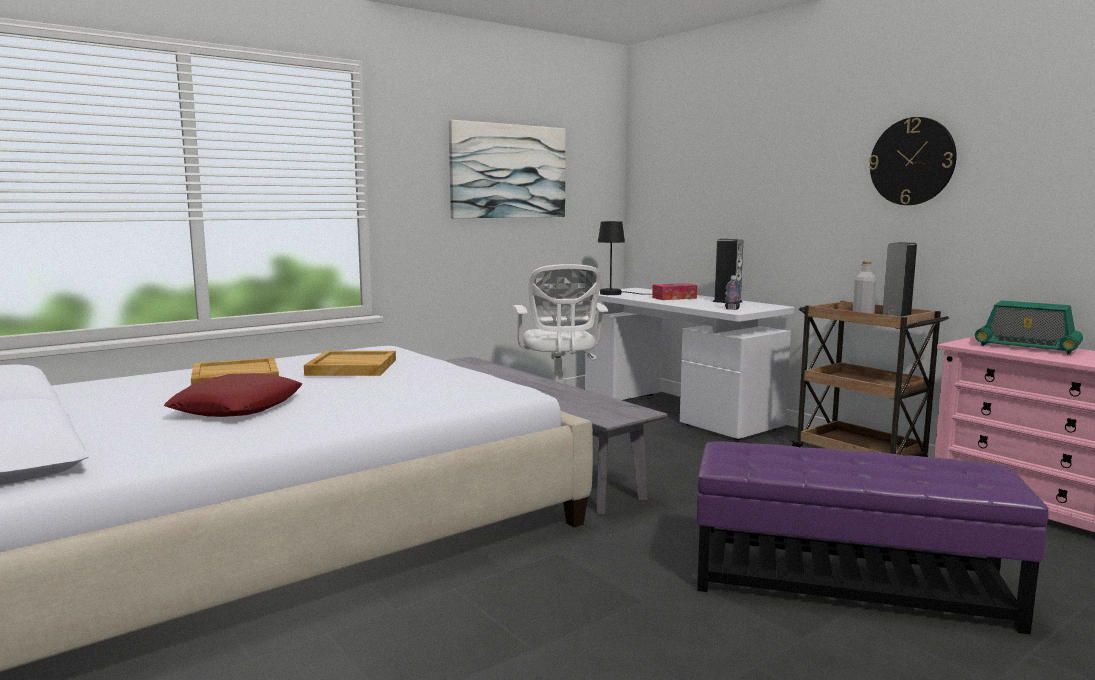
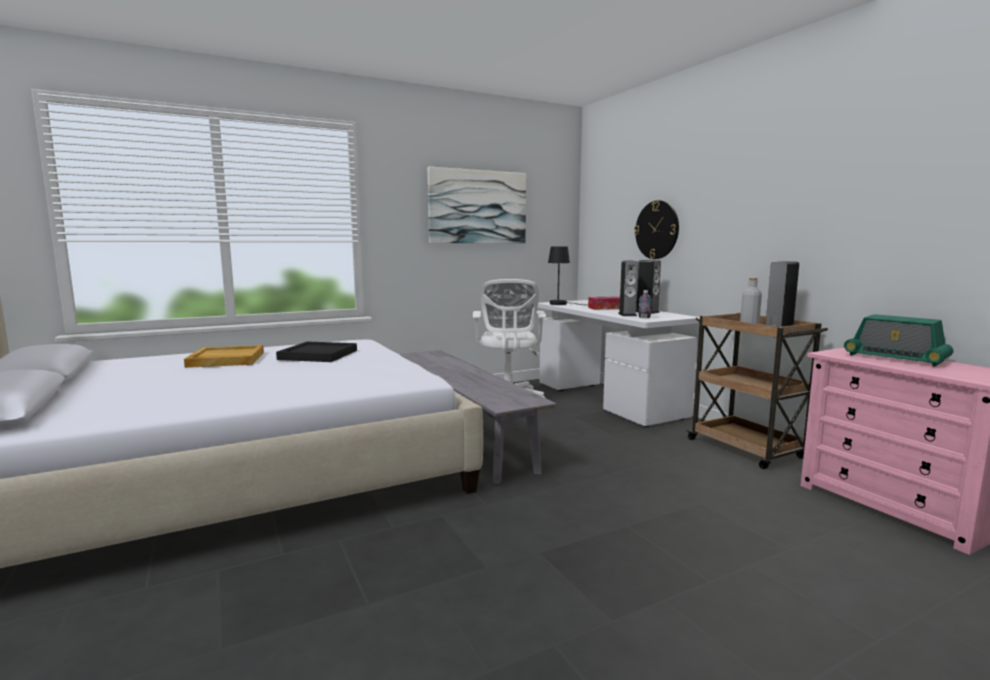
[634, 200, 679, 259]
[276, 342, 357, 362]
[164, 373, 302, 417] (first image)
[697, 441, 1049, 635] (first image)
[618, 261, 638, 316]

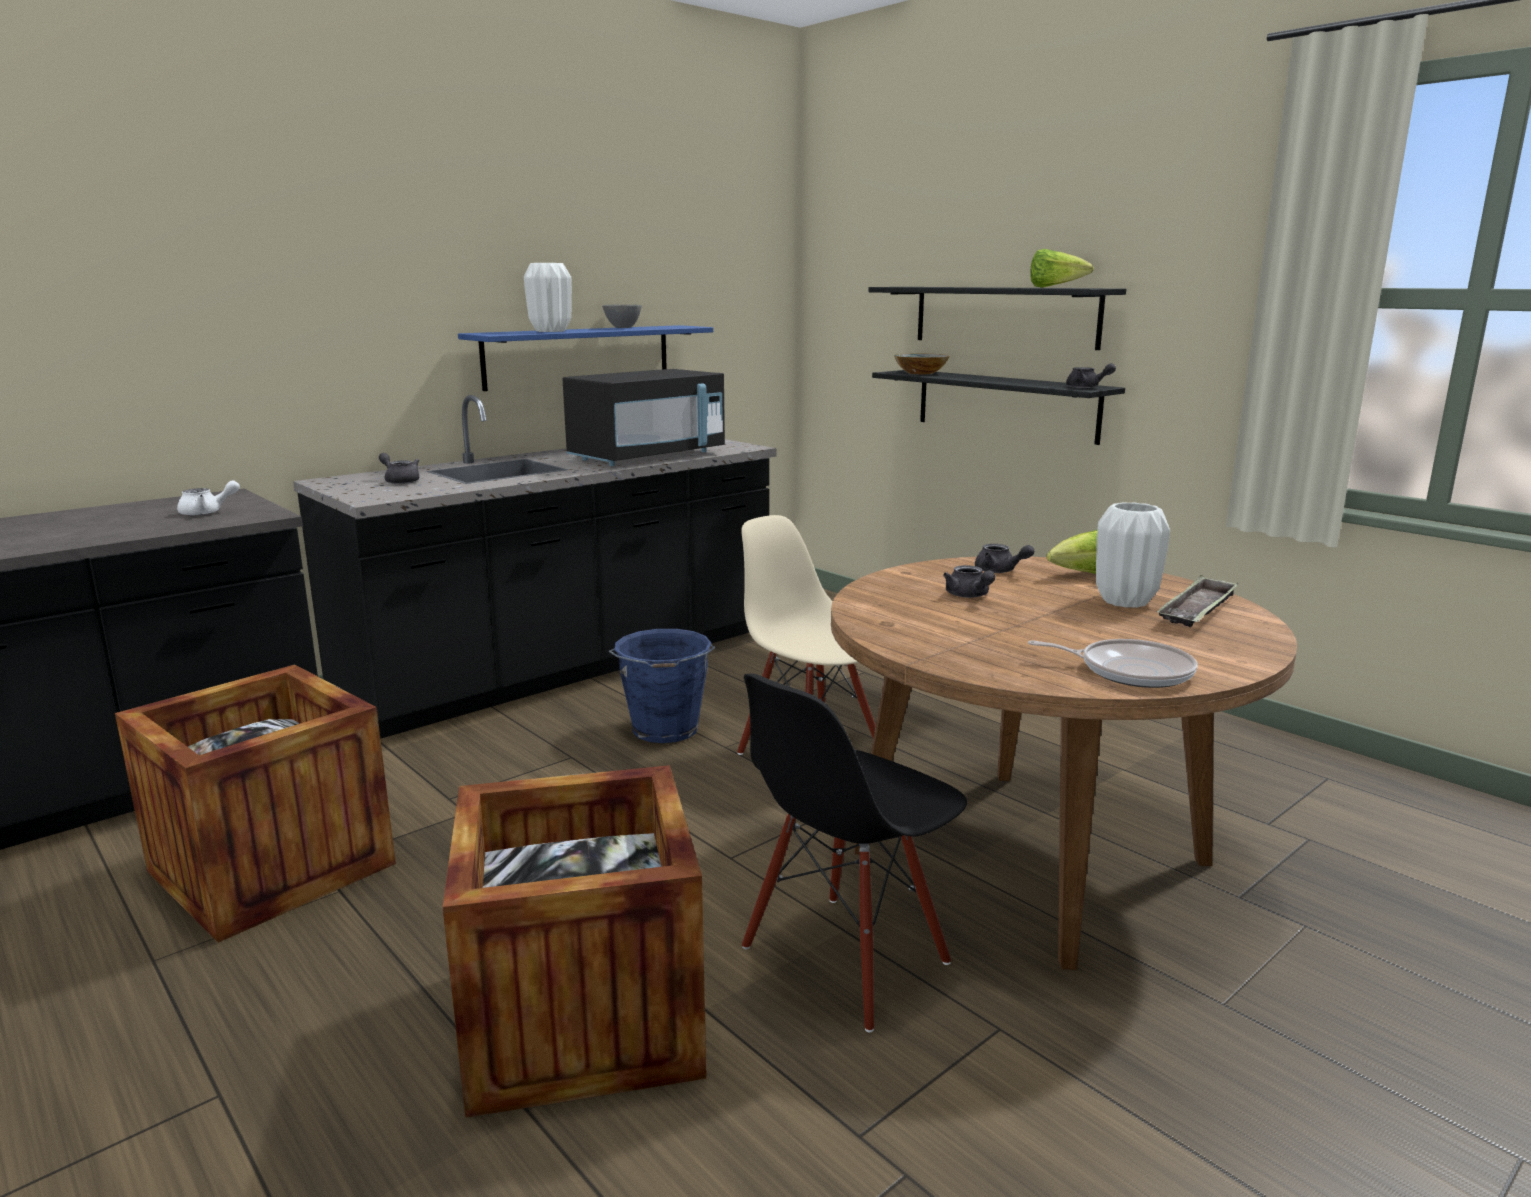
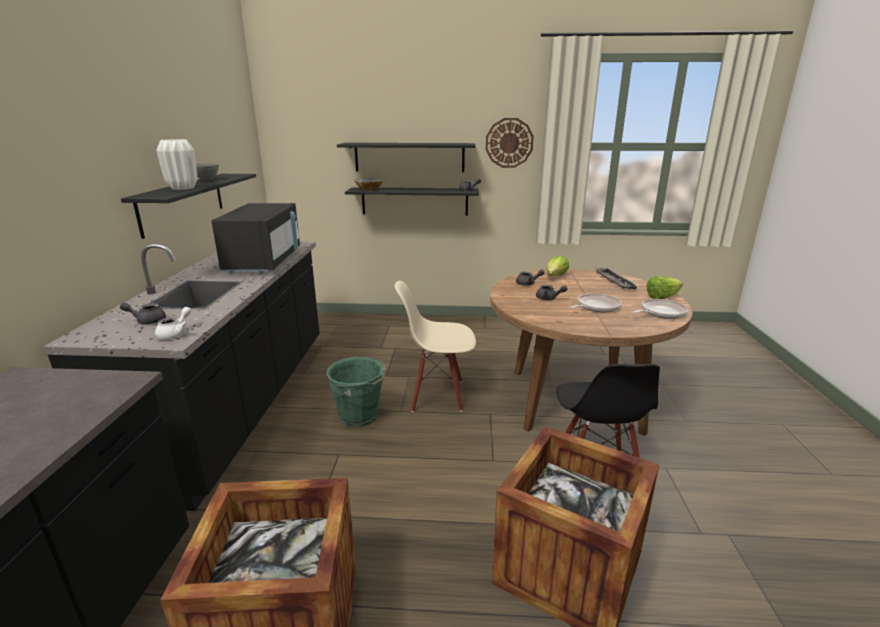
[646, 276, 683, 299]
[121, 174, 256, 239]
[155, 307, 191, 339]
[1096, 502, 1170, 608] (first image)
[326, 357, 385, 427]
[486, 118, 534, 168]
[569, 293, 621, 313]

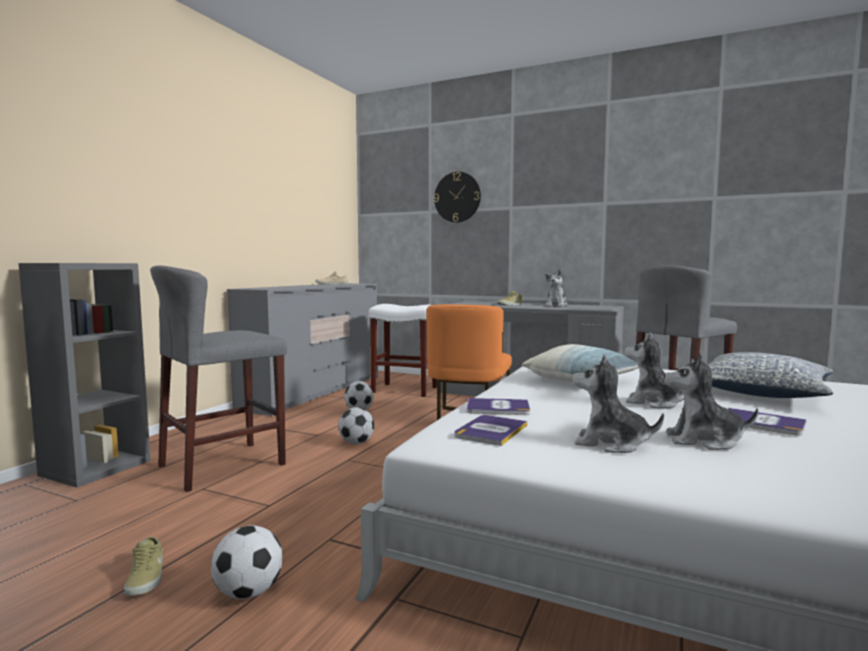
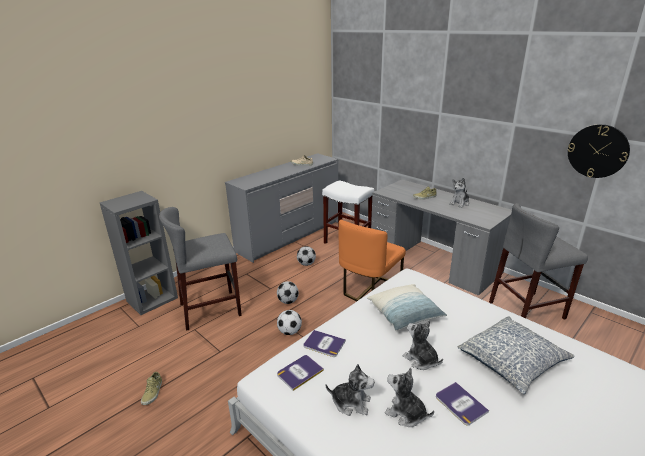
[568, 124, 630, 178]
[325, 364, 374, 416]
[277, 310, 302, 335]

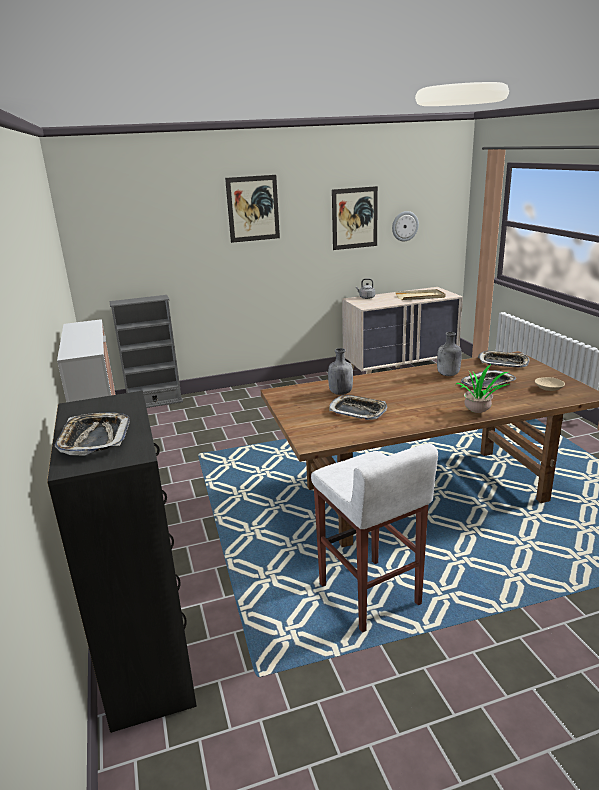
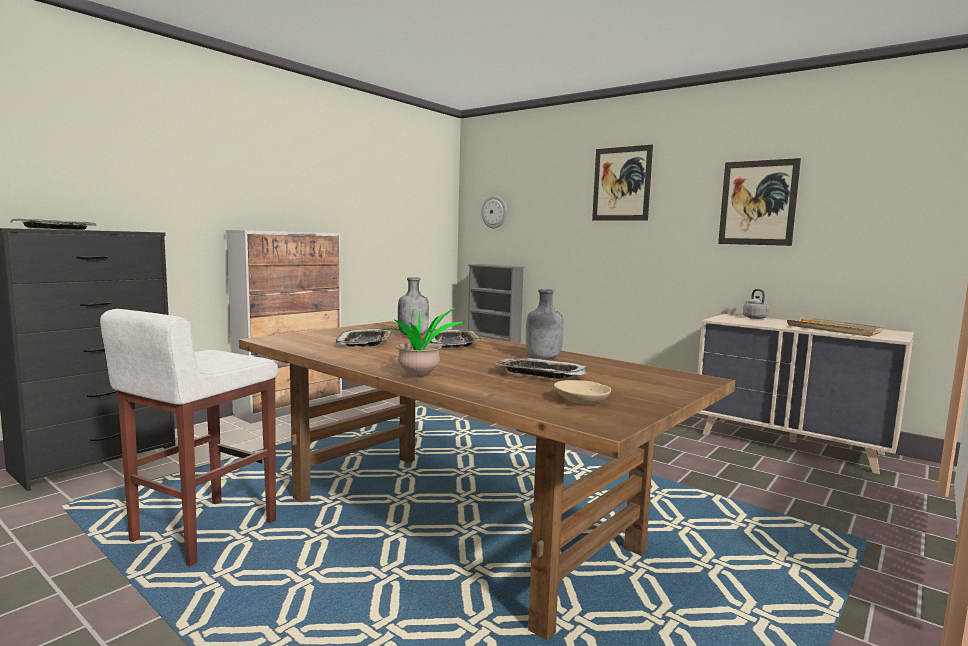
[481, 196, 507, 228]
[425, 329, 483, 348]

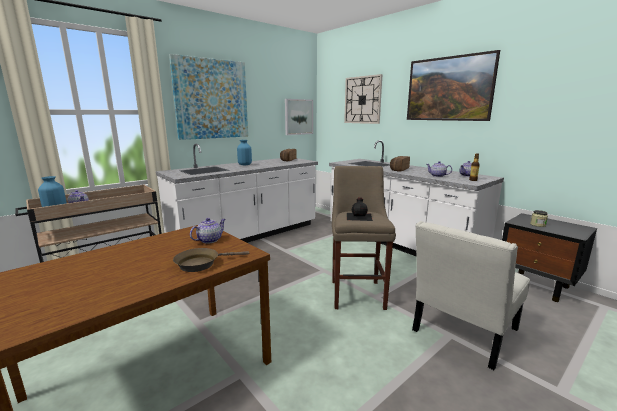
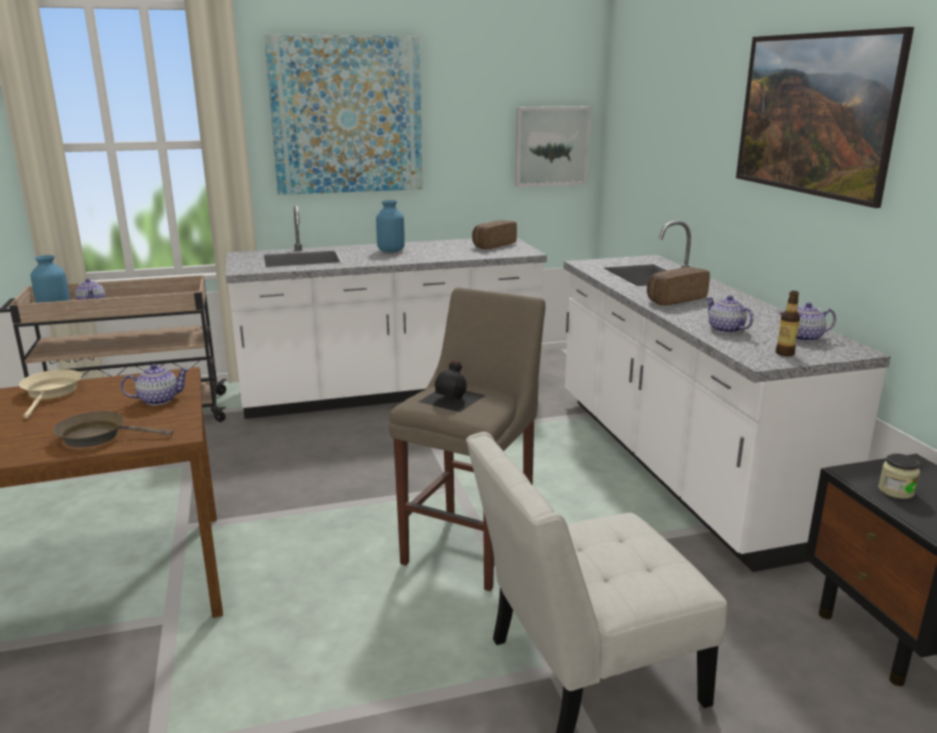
[344, 74, 383, 124] (first image)
[19, 369, 82, 419]

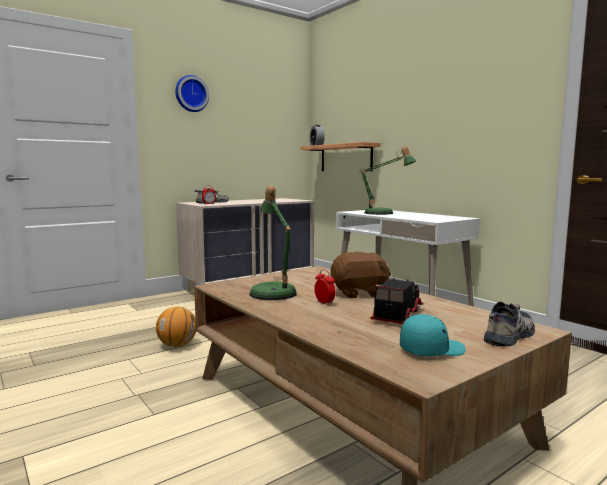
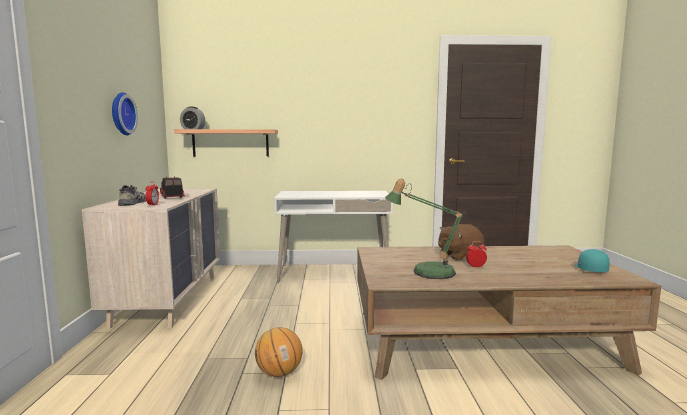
[112, 92, 138, 135]
[359, 146, 416, 215] (first image)
[438, 224, 484, 260]
[159, 177, 185, 199]
[484, 302, 535, 346] (first image)

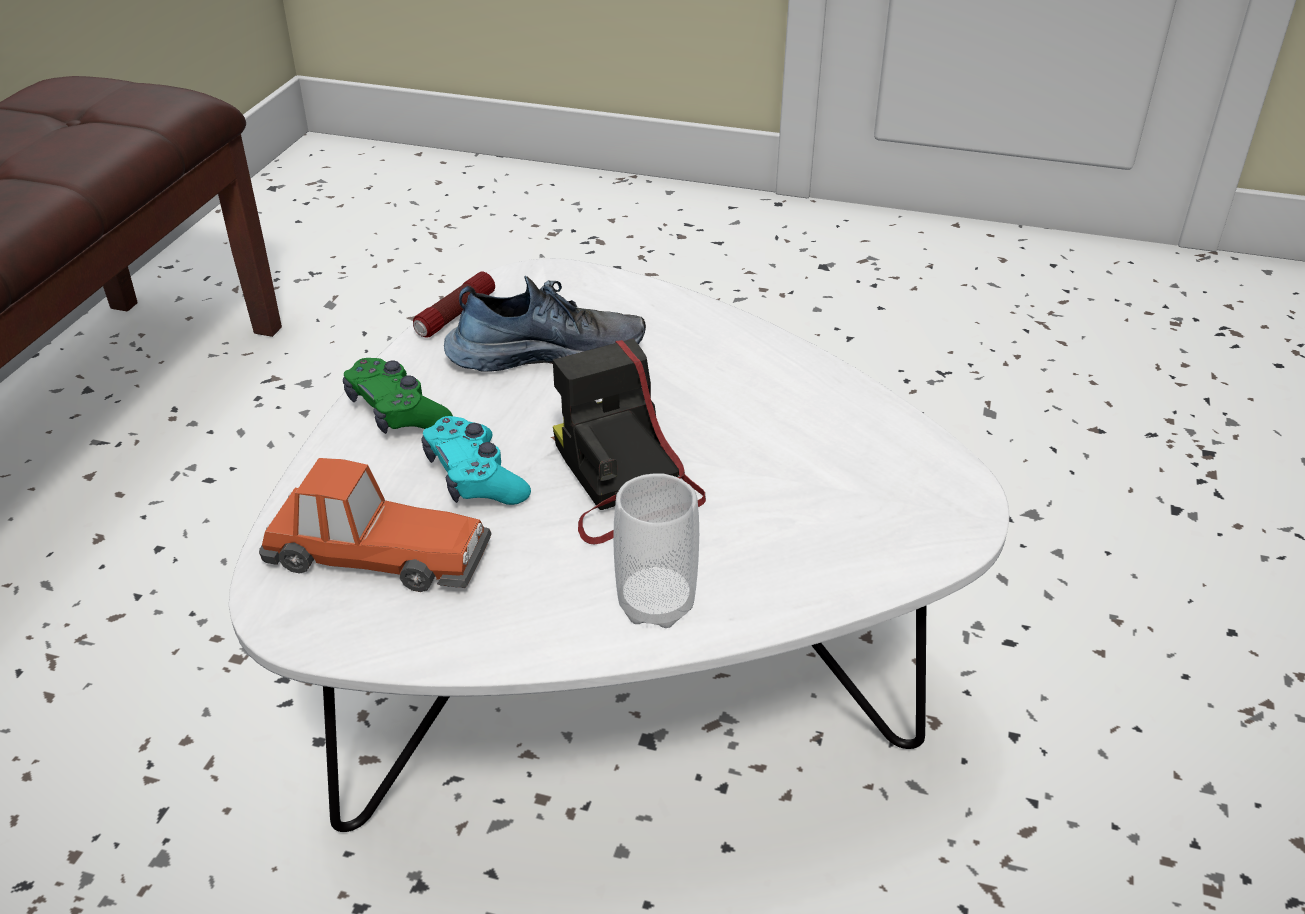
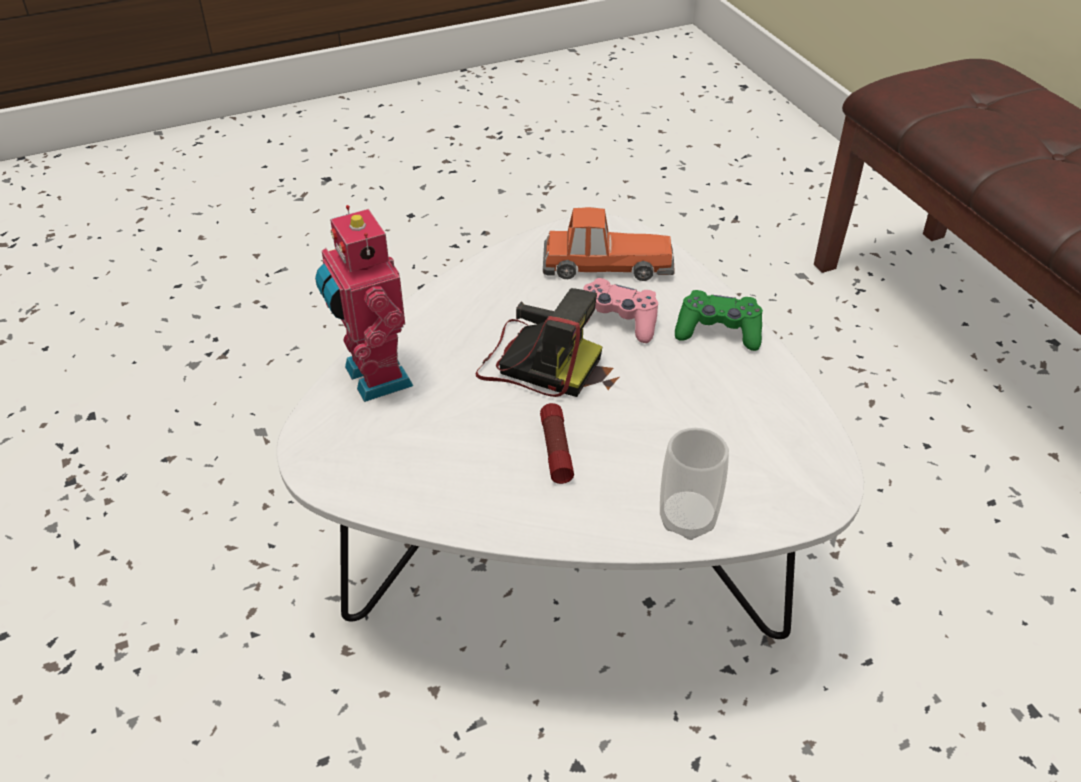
[540, 403, 574, 484]
[444, 276, 646, 372] (first image)
[583, 278, 658, 343]
[543, 207, 675, 281]
[660, 428, 729, 540]
[315, 205, 413, 402]

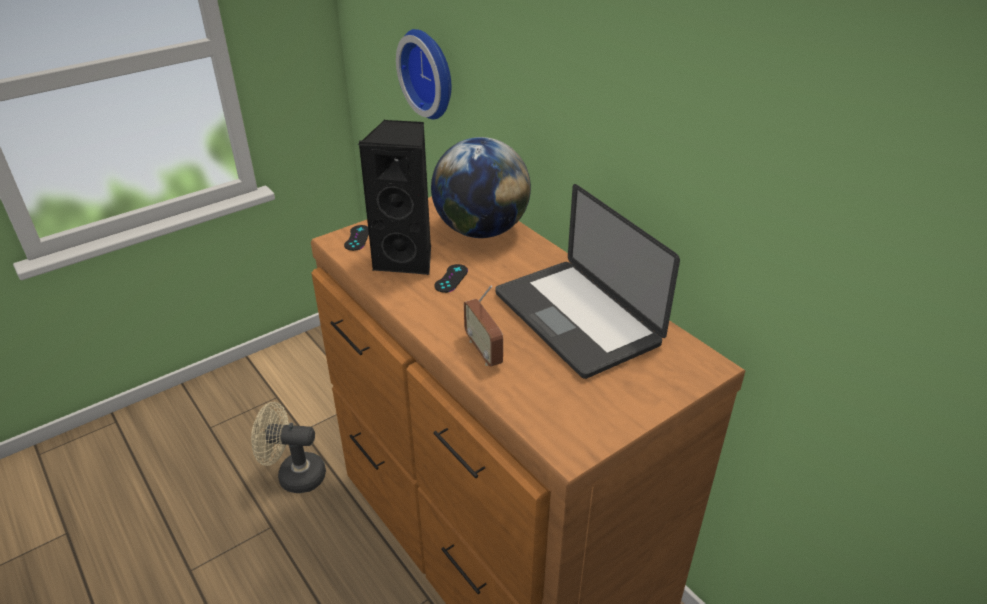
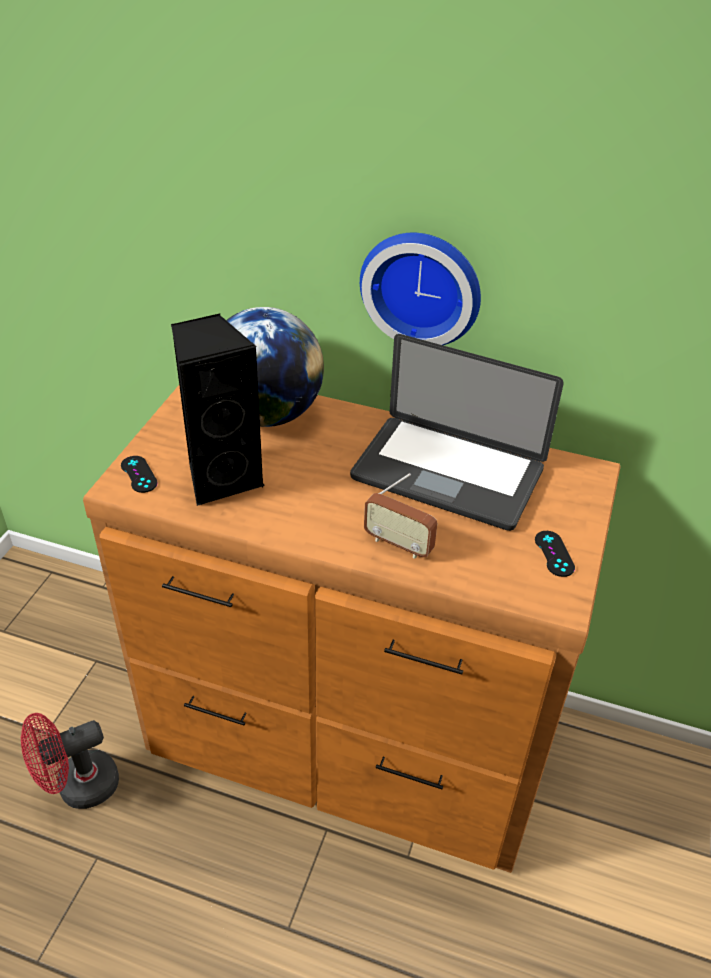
[360, 233, 481, 345]
[535, 531, 575, 577]
[21, 713, 119, 809]

